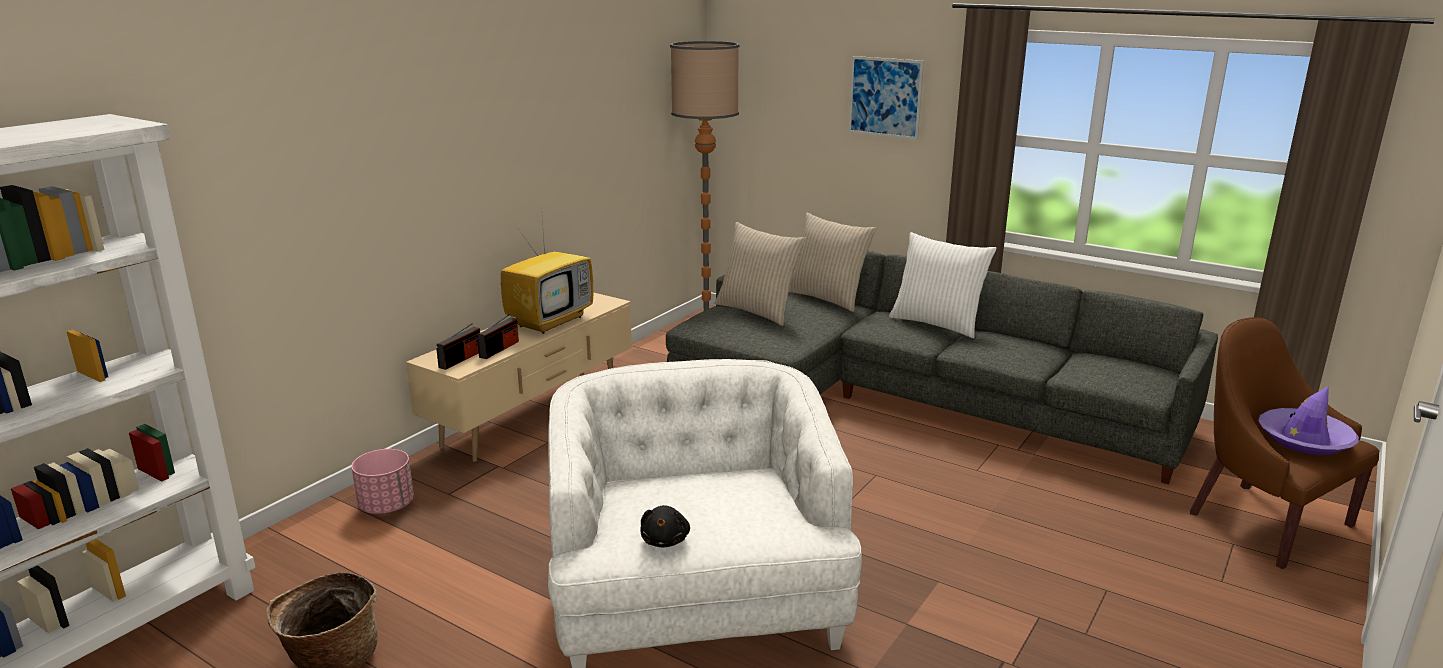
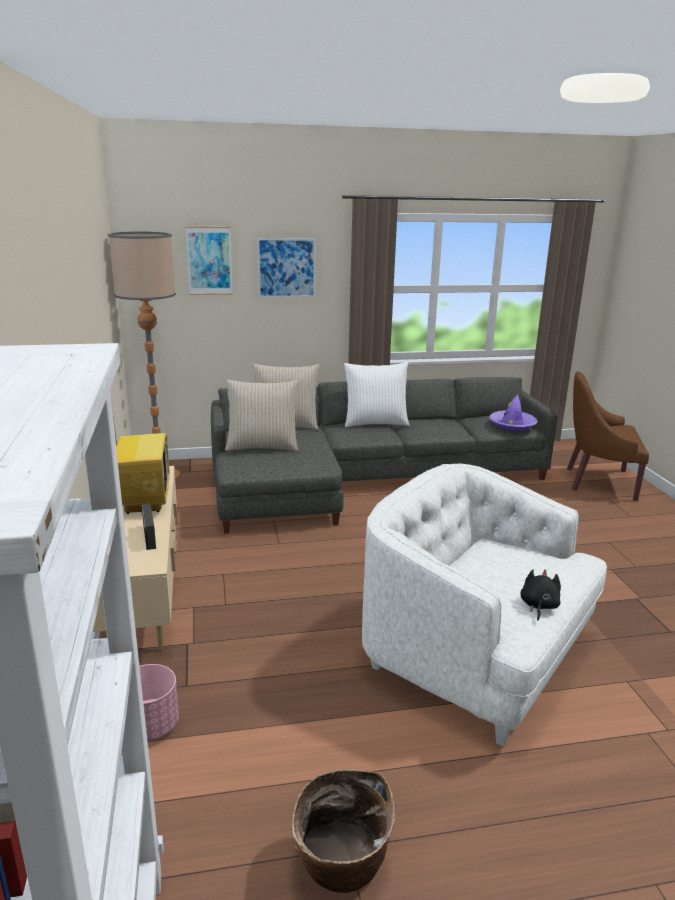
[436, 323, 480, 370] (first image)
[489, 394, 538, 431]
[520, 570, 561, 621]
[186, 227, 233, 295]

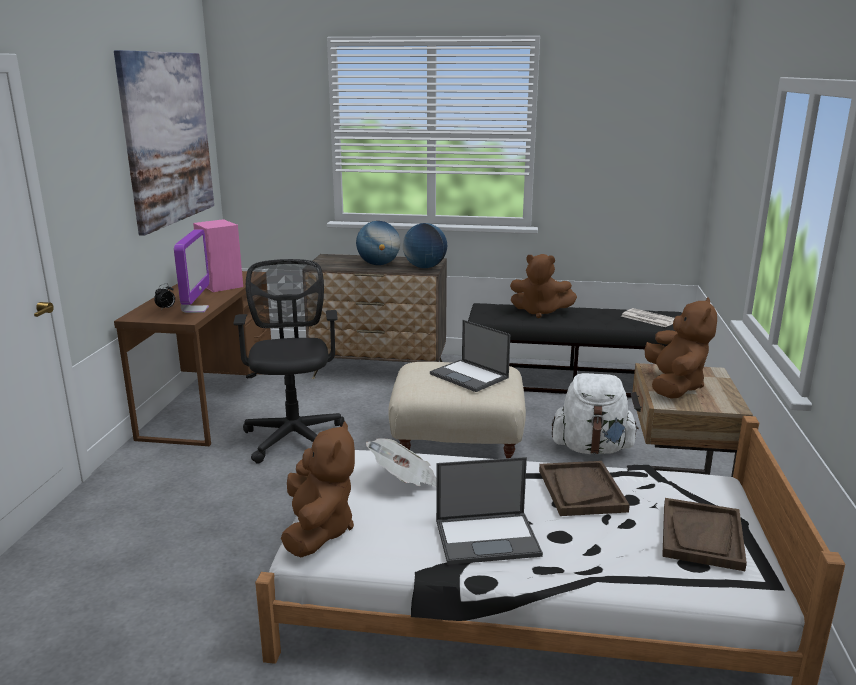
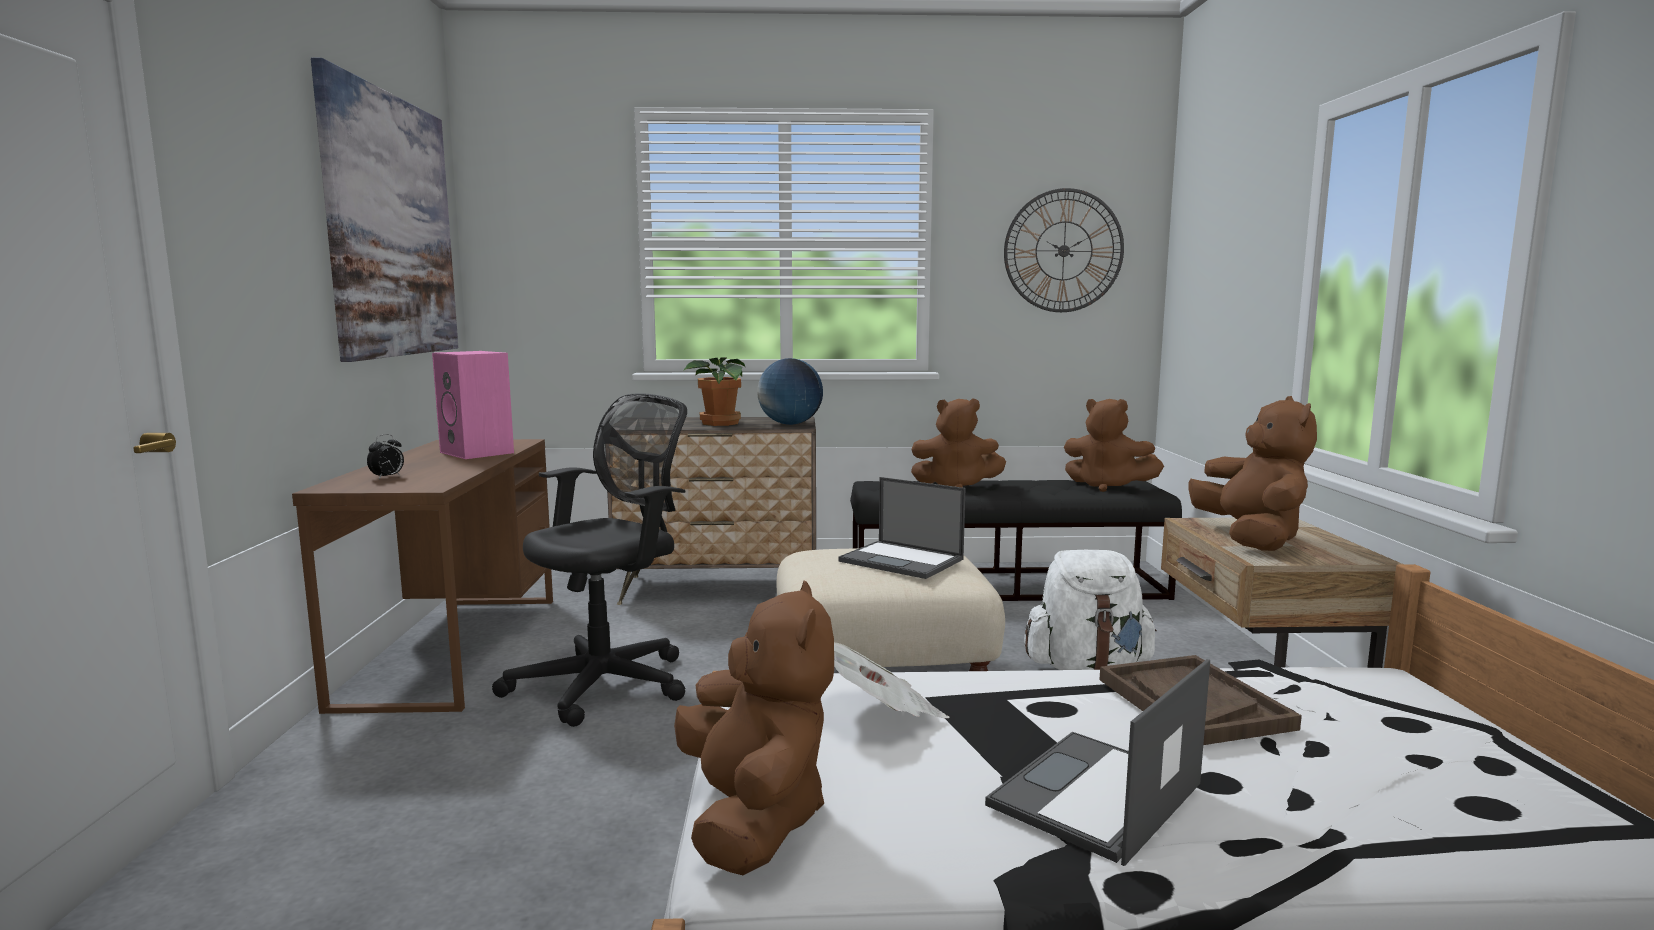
[683, 358, 745, 426]
[174, 229, 209, 313] (first image)
[492, 393, 687, 727]
[1064, 399, 1164, 492]
[985, 659, 1210, 866]
[662, 498, 747, 571] (first image)
[1004, 188, 1124, 312]

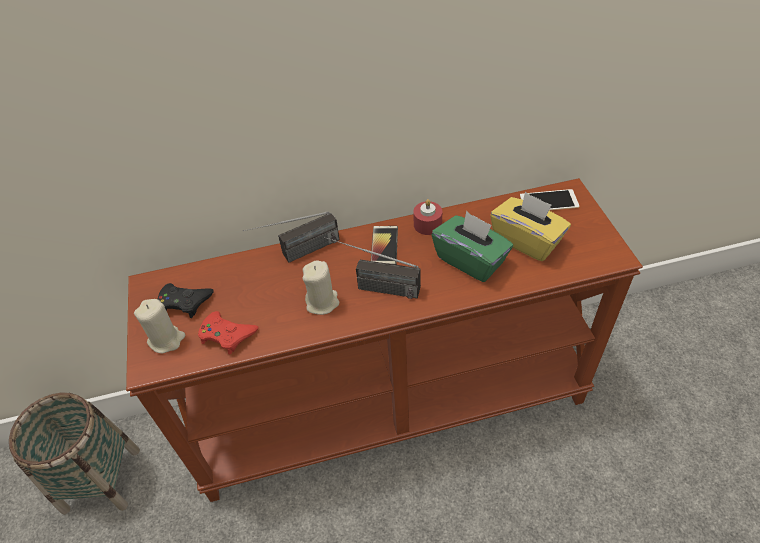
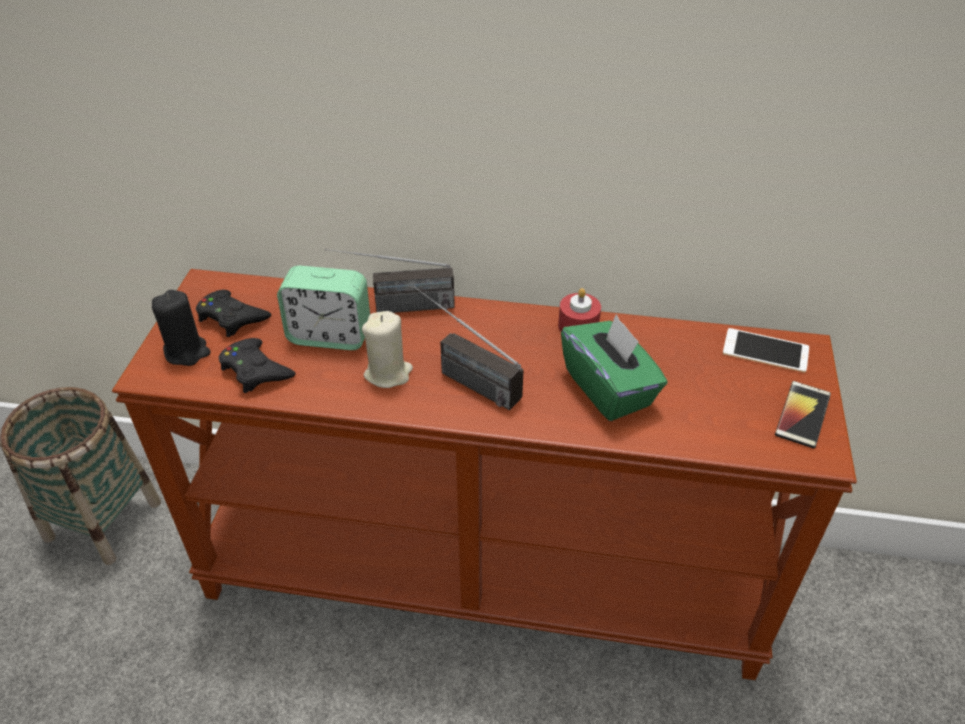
[490, 191, 571, 261] (first image)
[775, 381, 831, 448]
[152, 290, 211, 366]
[219, 338, 296, 393]
[277, 265, 370, 350]

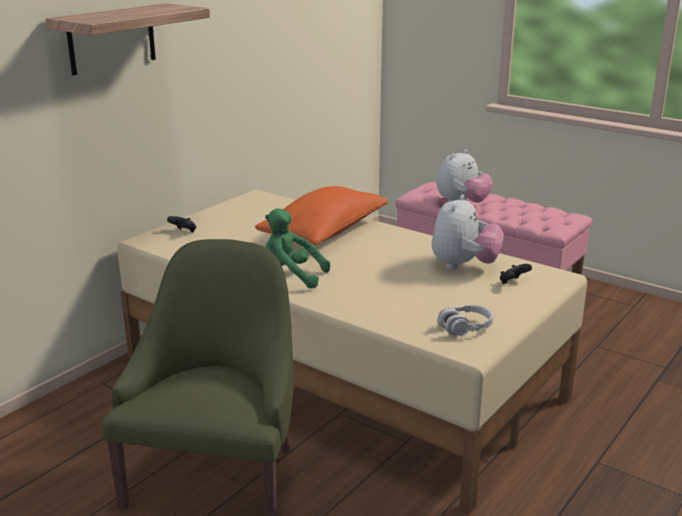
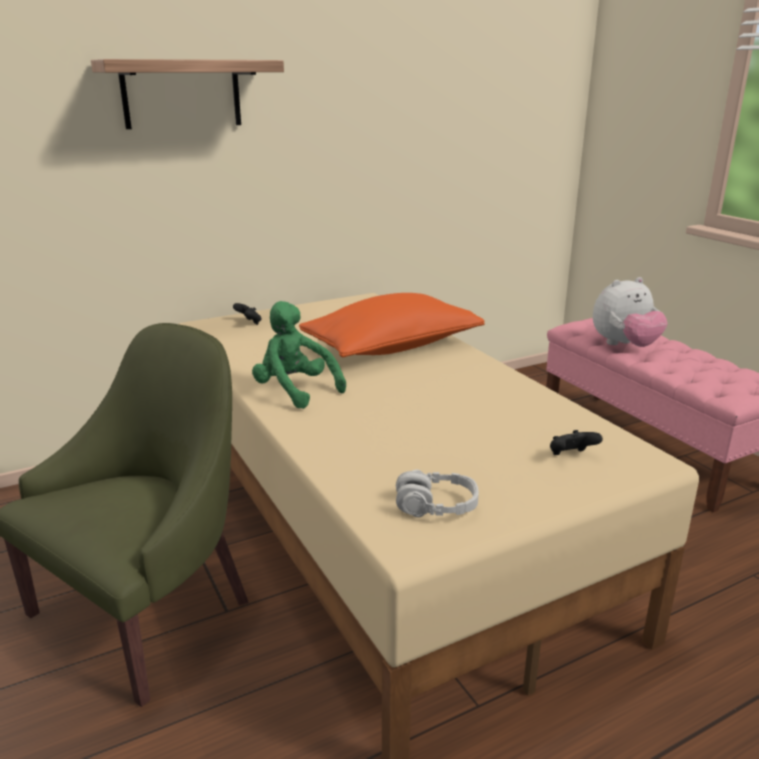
[432, 194, 504, 270] (first image)

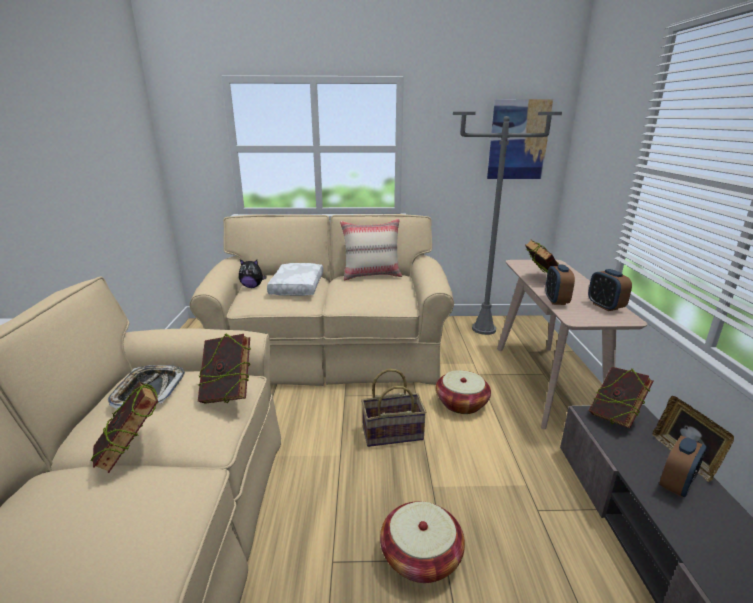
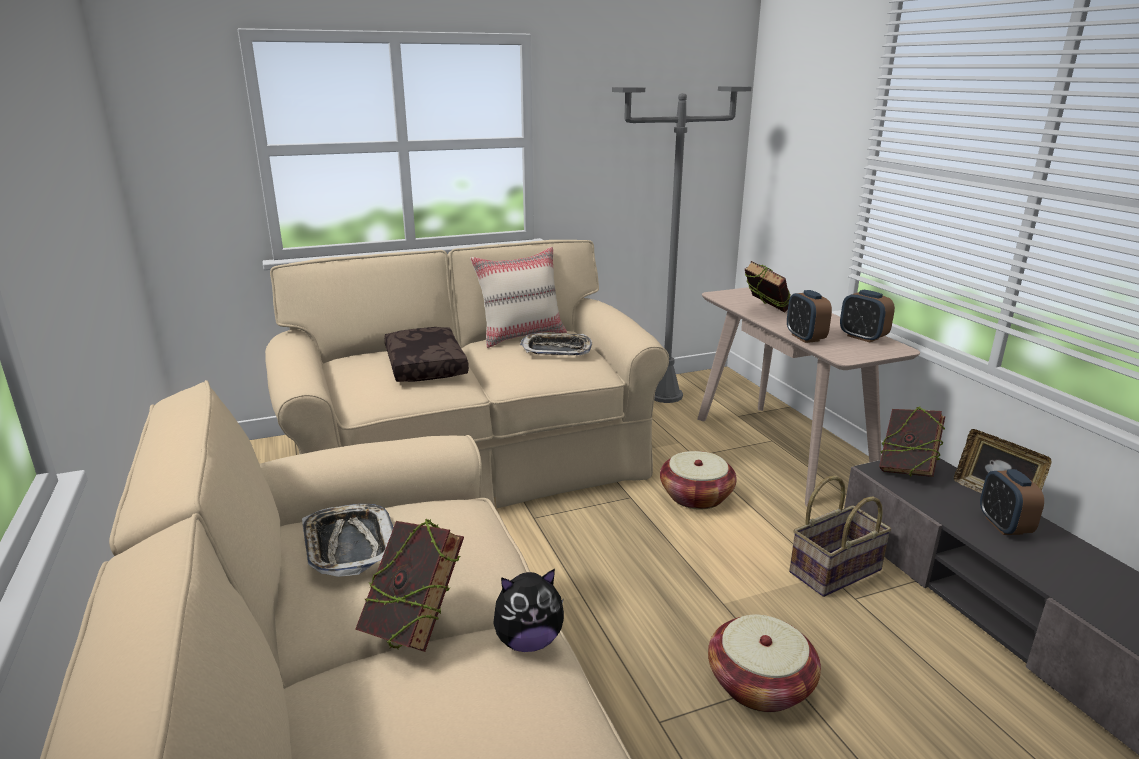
[487, 99, 553, 179] (first image)
[493, 568, 564, 652]
[384, 327, 469, 382]
[198, 333, 251, 404] (first image)
[789, 475, 891, 597]
[980, 469, 1044, 535]
[520, 333, 592, 355]

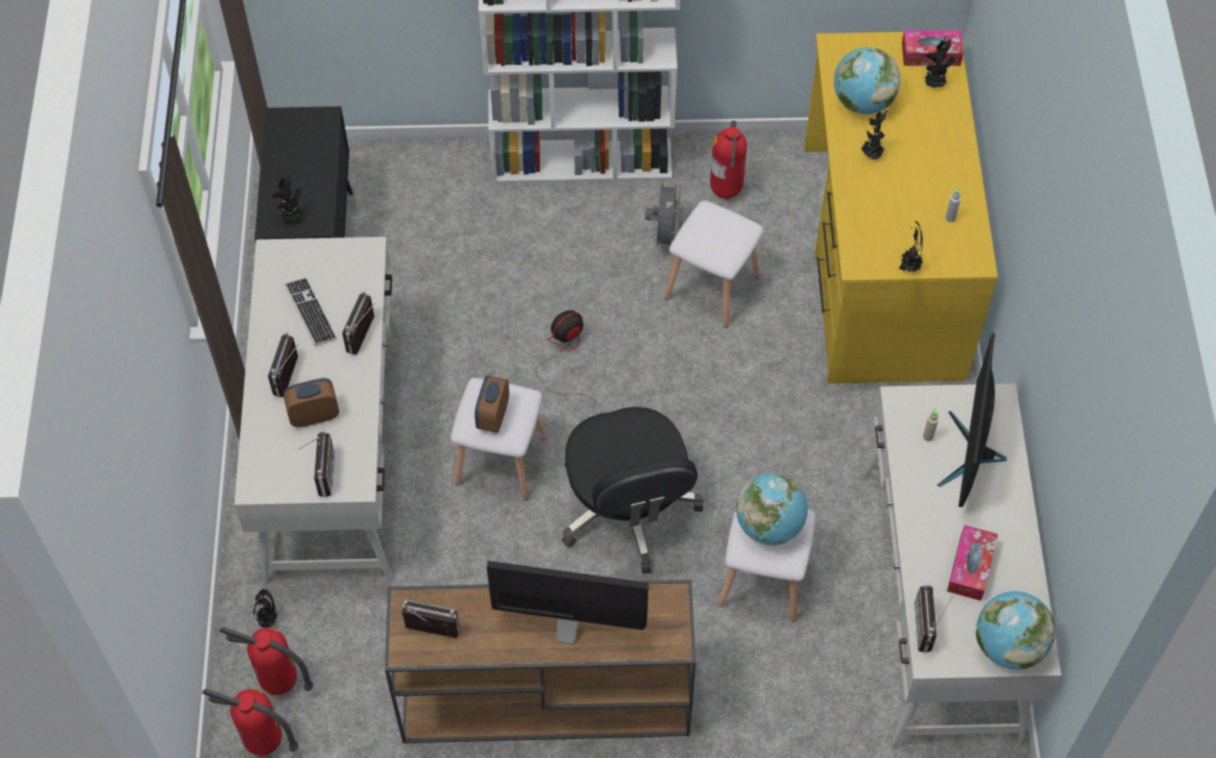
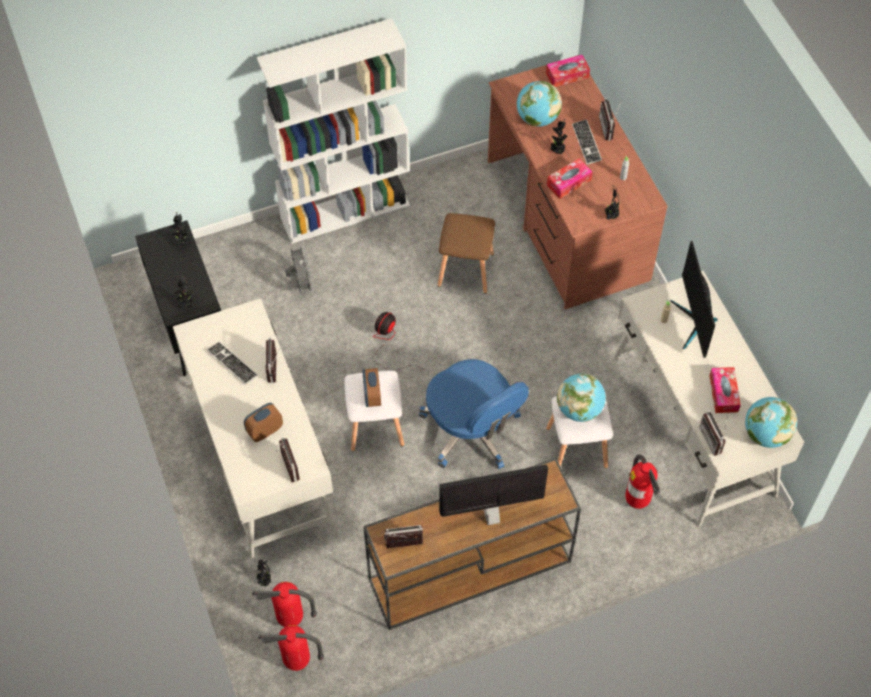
[488, 55, 668, 309]
[169, 212, 190, 246]
[625, 454, 660, 509]
[285, 243, 314, 294]
[438, 213, 495, 293]
[599, 98, 622, 141]
[419, 359, 529, 469]
[572, 119, 602, 165]
[547, 158, 592, 199]

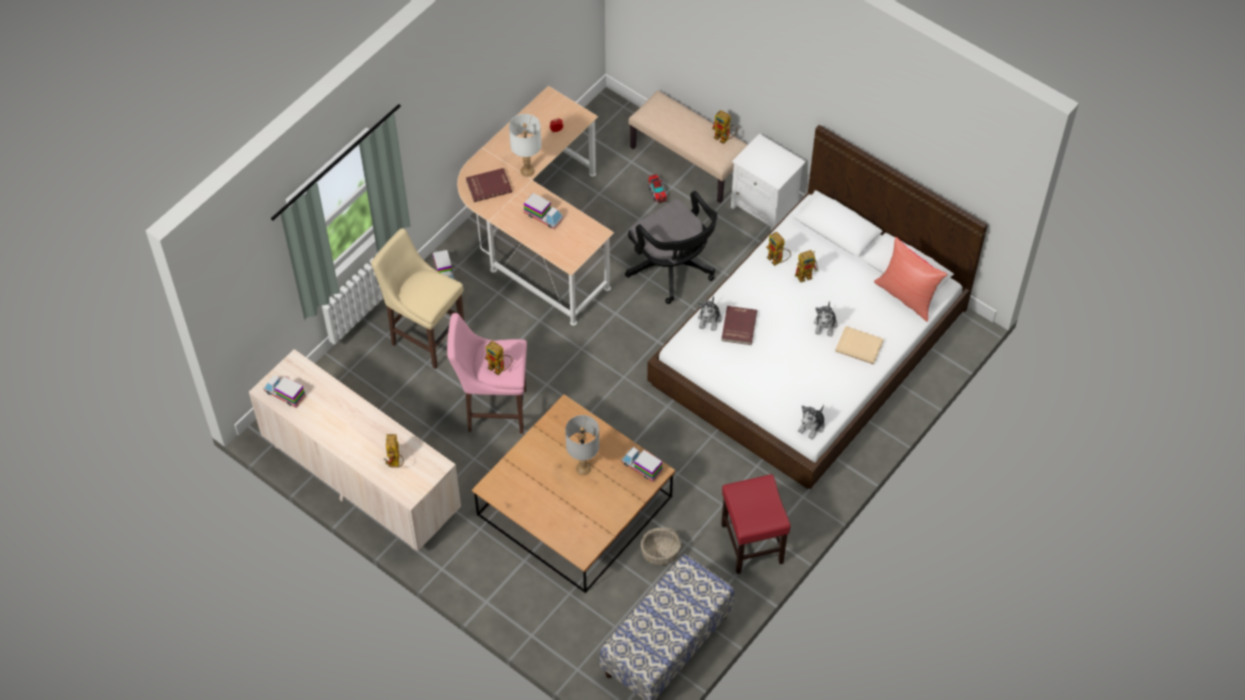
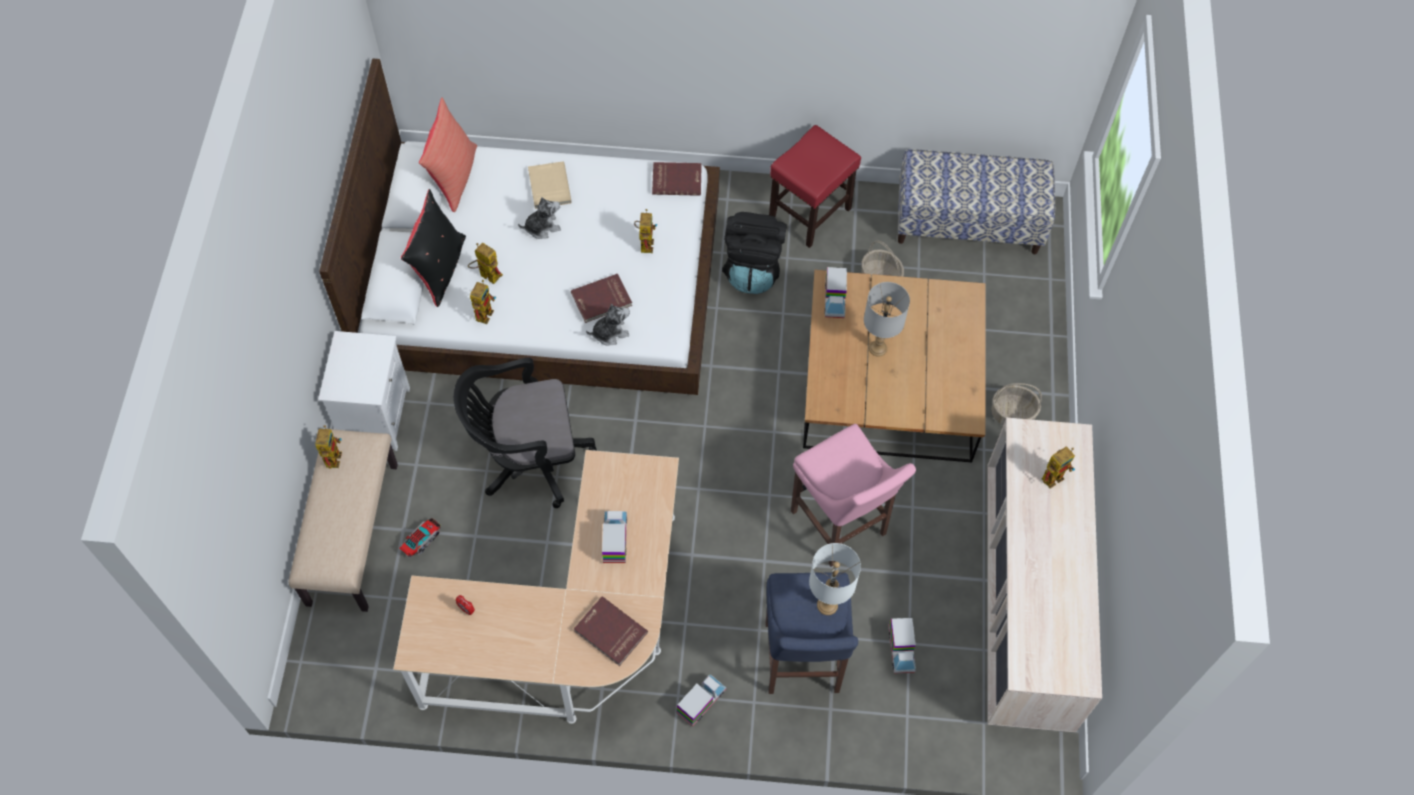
[809, 543, 861, 615]
[453, 358, 597, 508]
[766, 572, 858, 694]
[634, 209, 657, 253]
[889, 618, 916, 674]
[652, 162, 702, 196]
[401, 189, 466, 307]
[722, 212, 787, 294]
[991, 383, 1042, 425]

